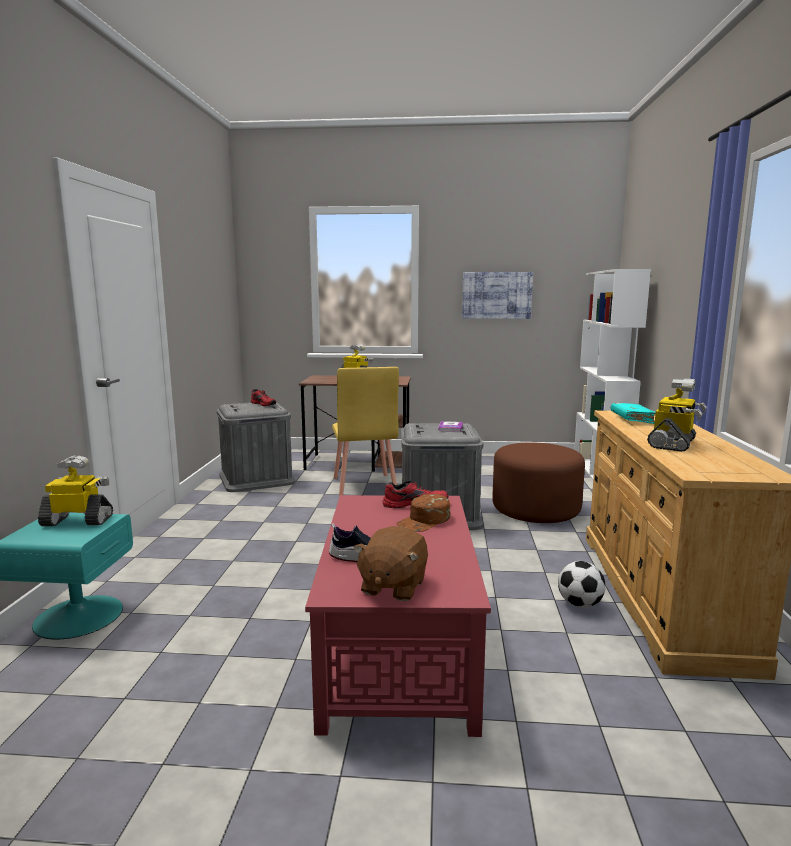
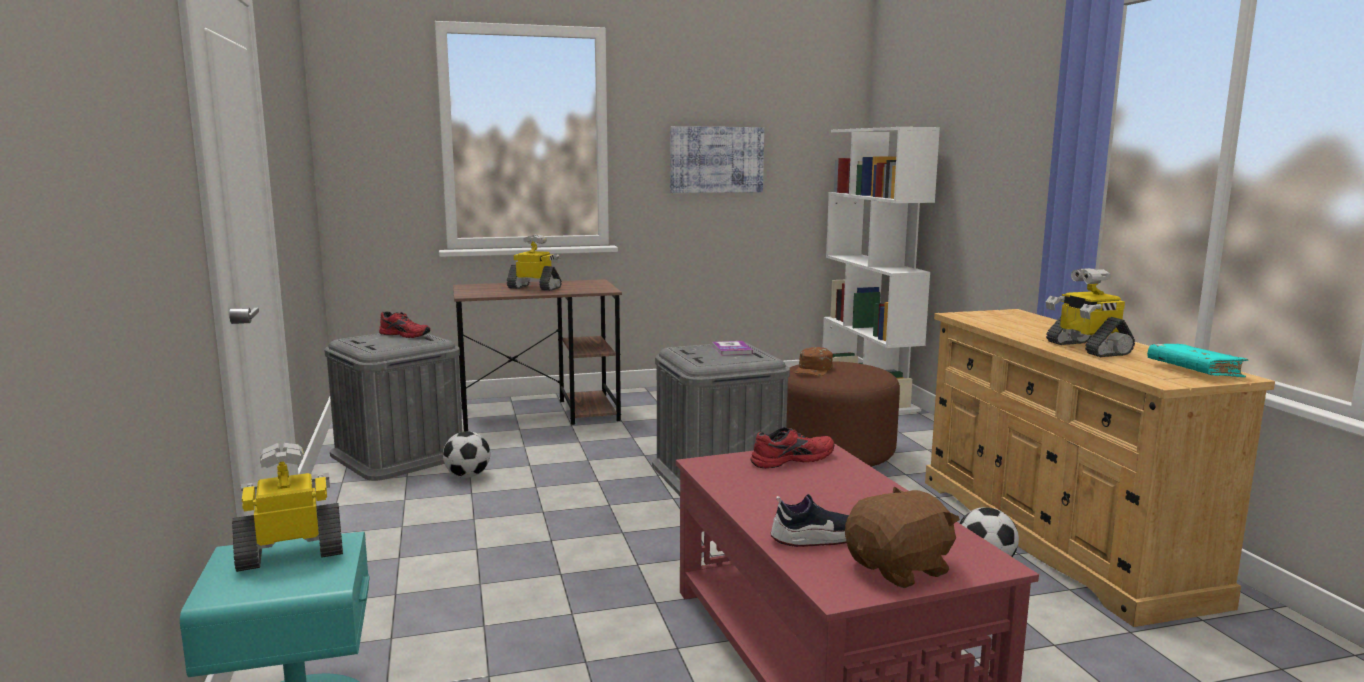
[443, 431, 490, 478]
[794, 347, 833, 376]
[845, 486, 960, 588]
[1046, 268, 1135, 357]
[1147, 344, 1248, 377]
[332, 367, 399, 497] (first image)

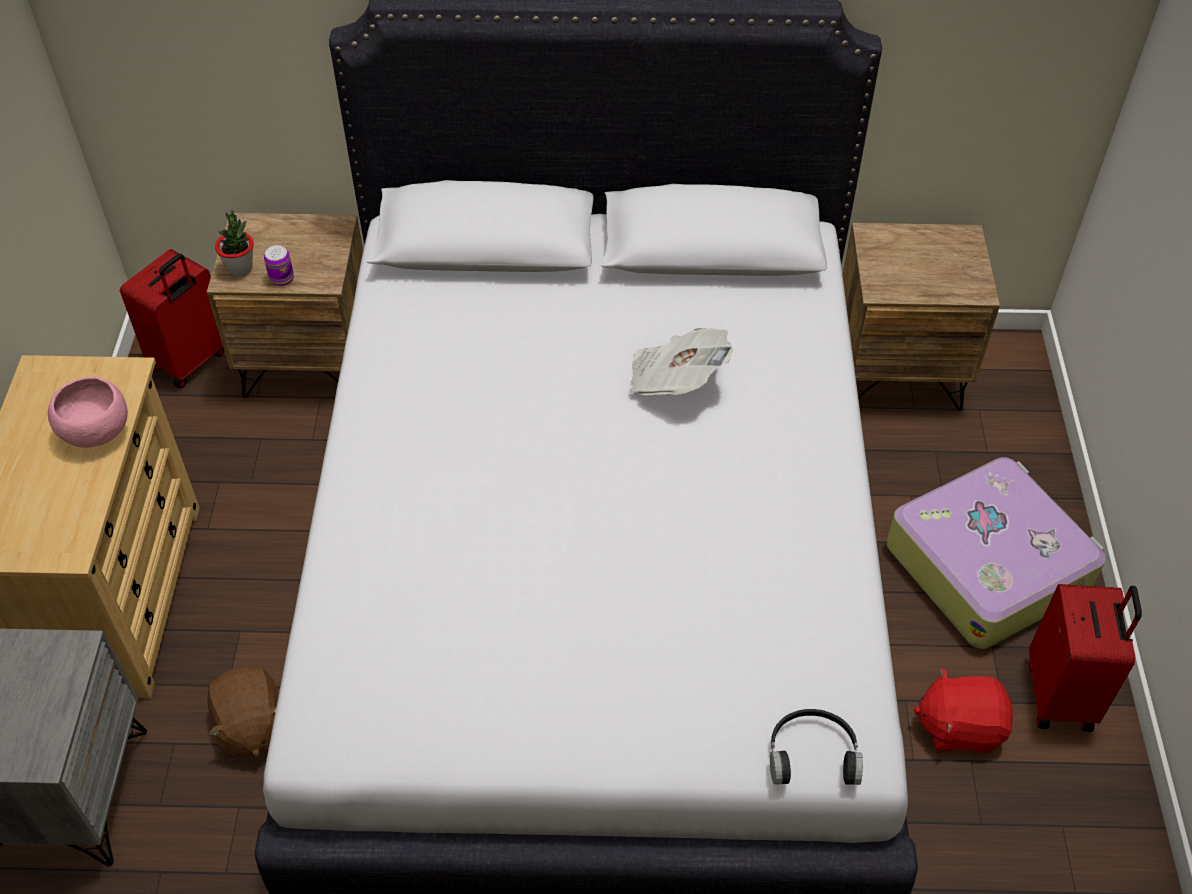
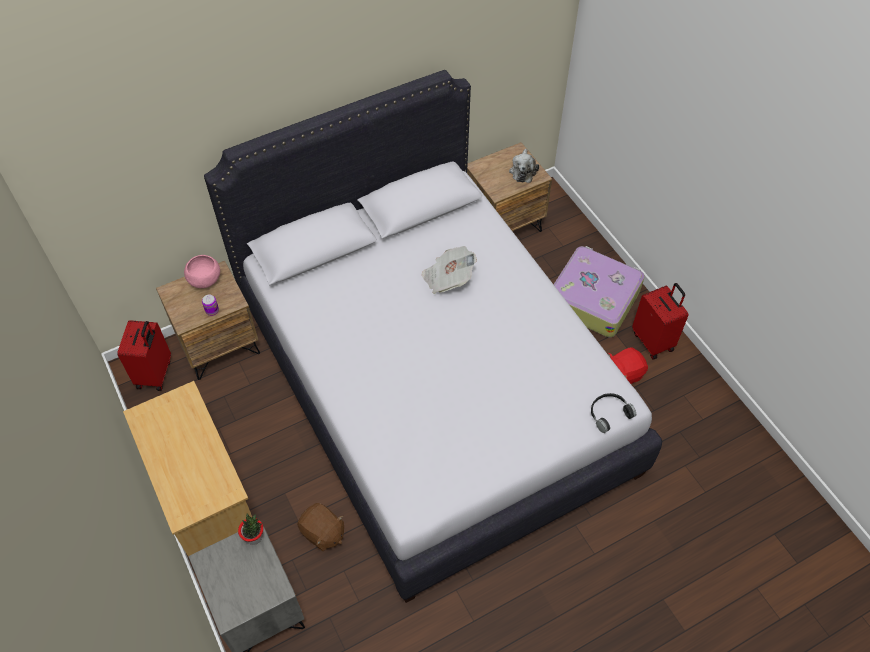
[184, 255, 220, 288]
[238, 514, 263, 545]
[509, 149, 539, 183]

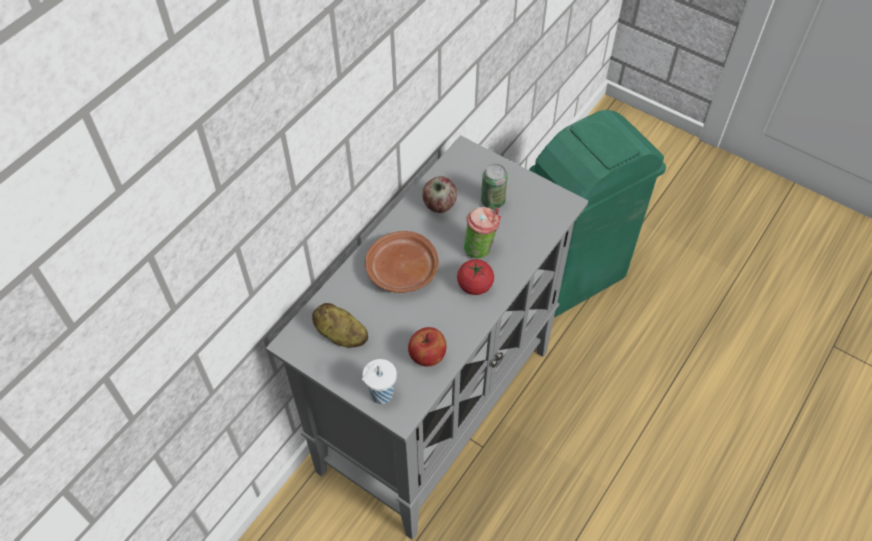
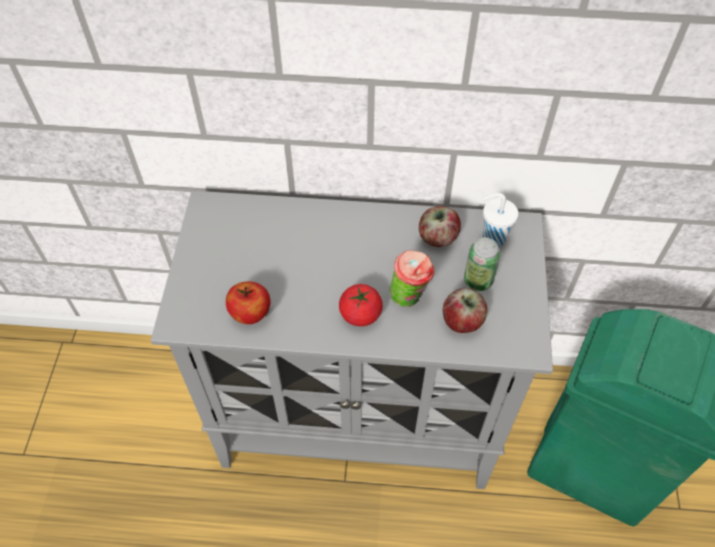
[443, 288, 487, 333]
[482, 193, 518, 248]
[312, 303, 368, 347] (first image)
[365, 231, 439, 293] (first image)

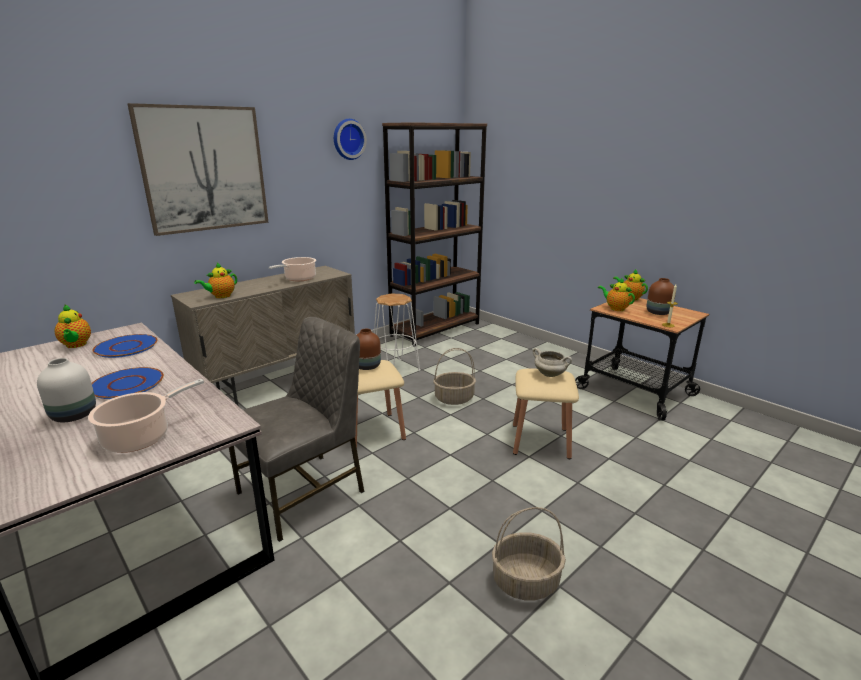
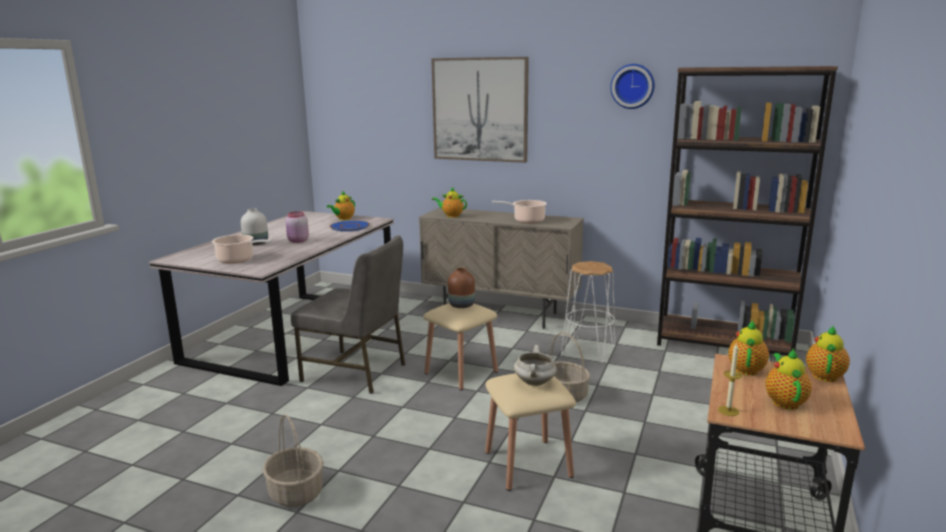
[285, 211, 309, 243]
[765, 348, 812, 410]

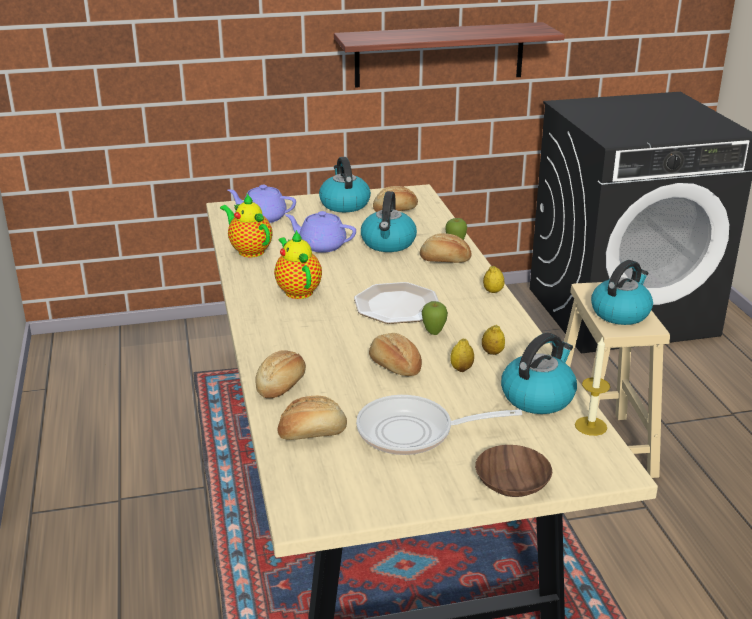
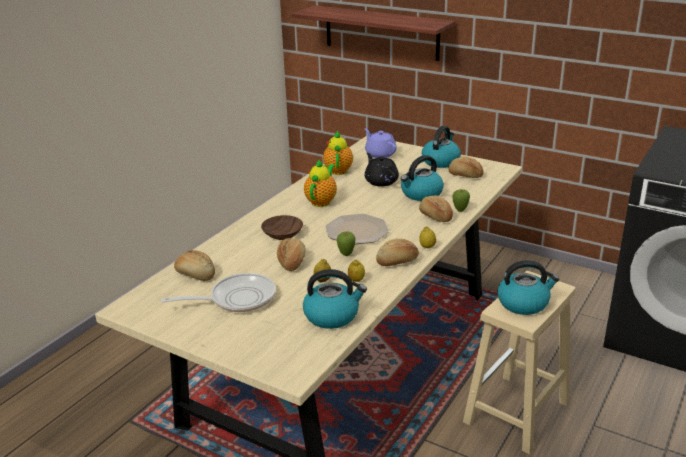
[161, 273, 276, 312]
[261, 215, 303, 240]
[292, 5, 455, 61]
[365, 153, 399, 187]
[376, 239, 419, 266]
[575, 336, 610, 436] (first image)

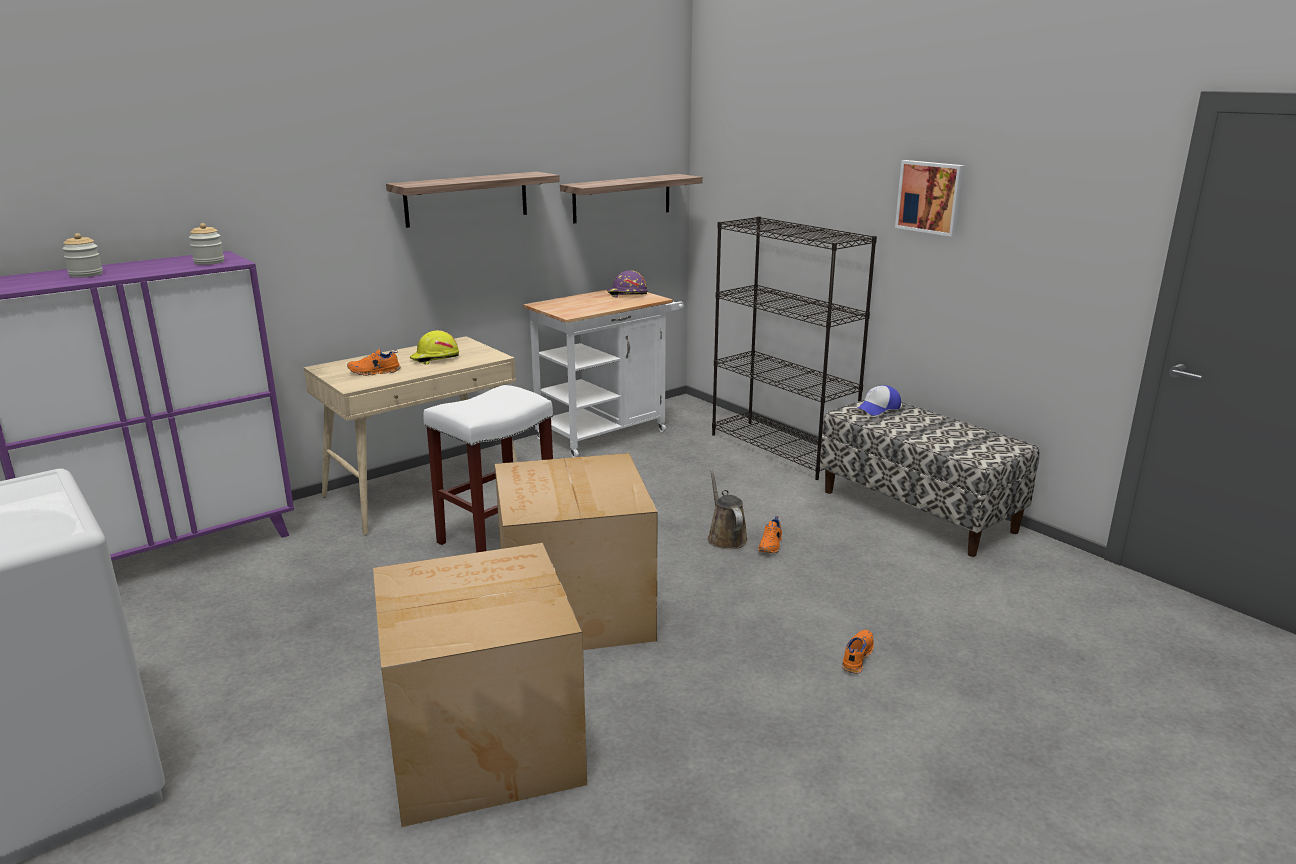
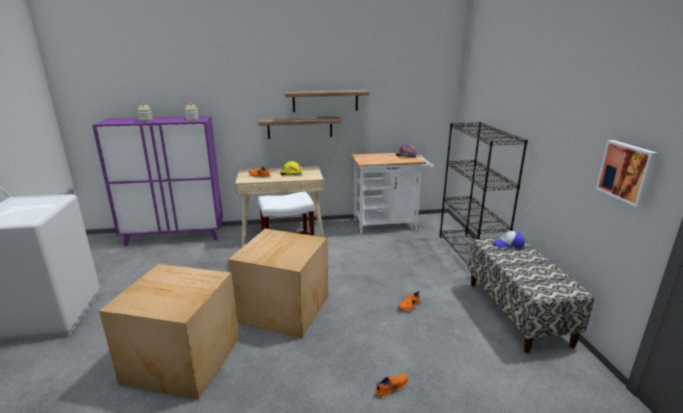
[258, 117, 342, 139]
[596, 140, 658, 207]
[707, 469, 748, 549] (first image)

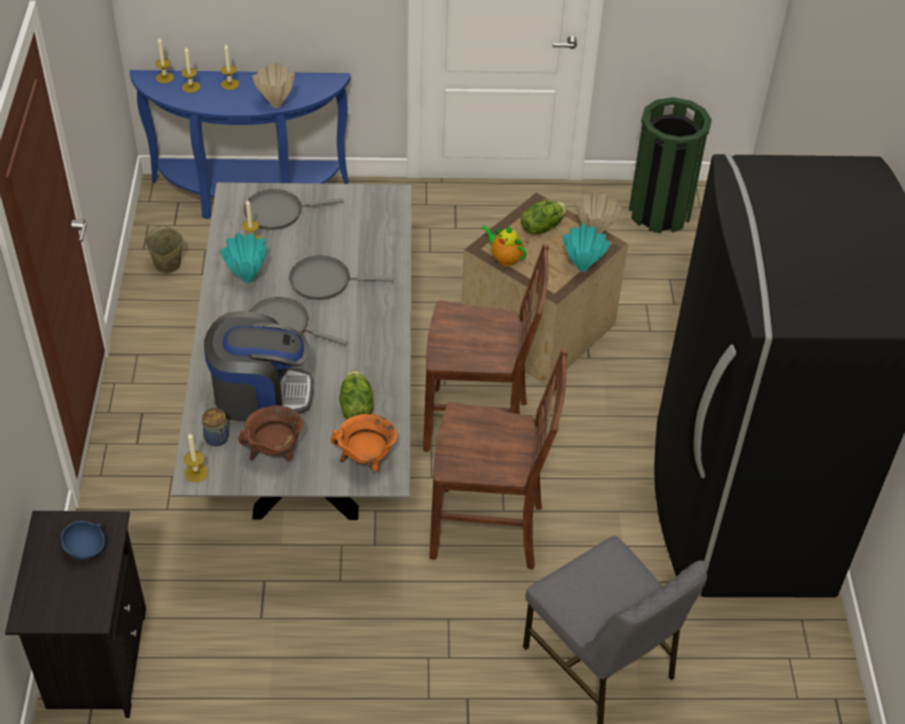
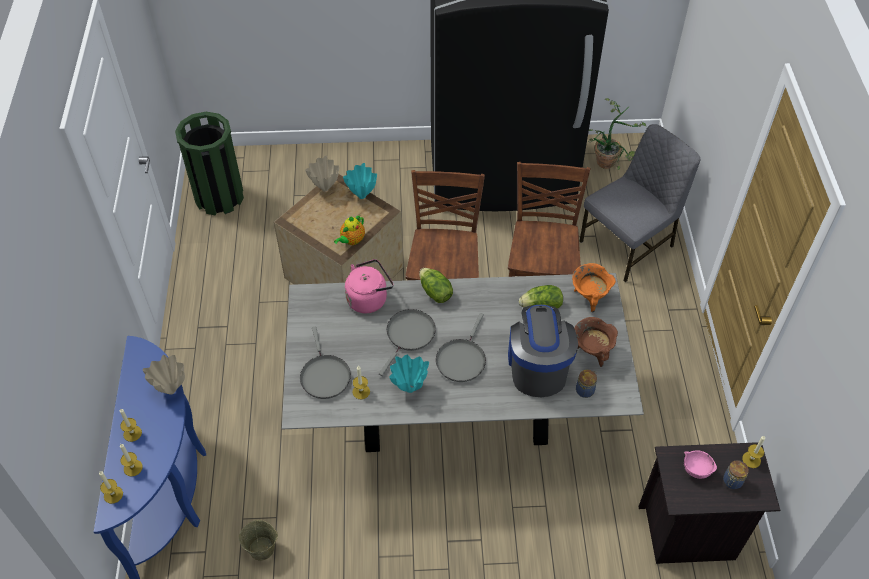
[345, 259, 394, 313]
[379, 309, 436, 376]
[419, 268, 453, 303]
[589, 98, 647, 170]
[684, 451, 717, 479]
[723, 460, 749, 489]
[742, 435, 765, 468]

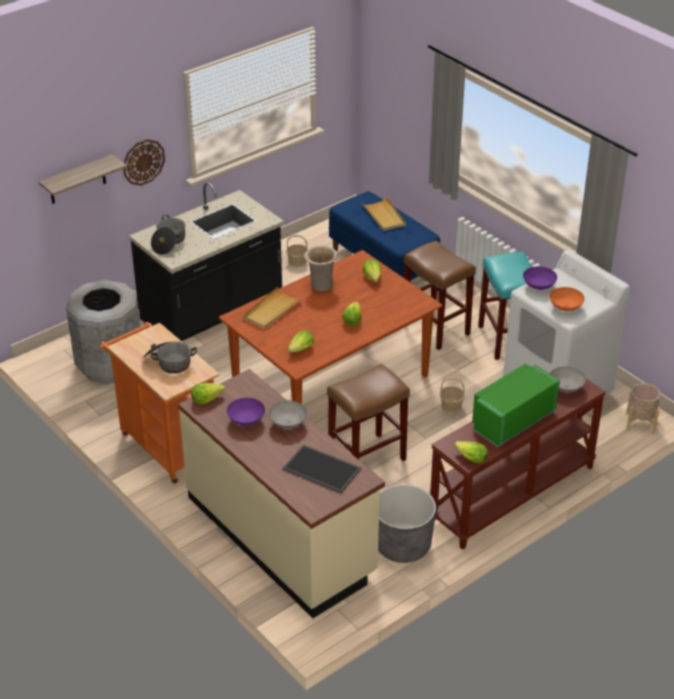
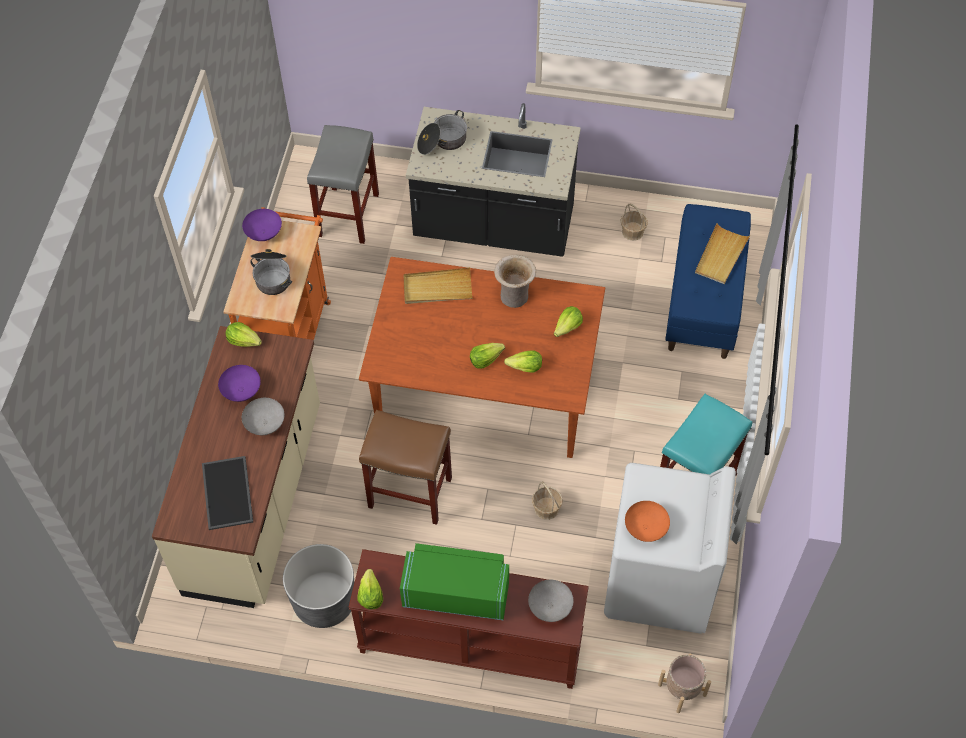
[242, 209, 282, 241]
[307, 125, 379, 244]
[504, 350, 542, 372]
[39, 154, 127, 204] (first image)
[123, 139, 165, 186] (first image)
[404, 240, 476, 350] (first image)

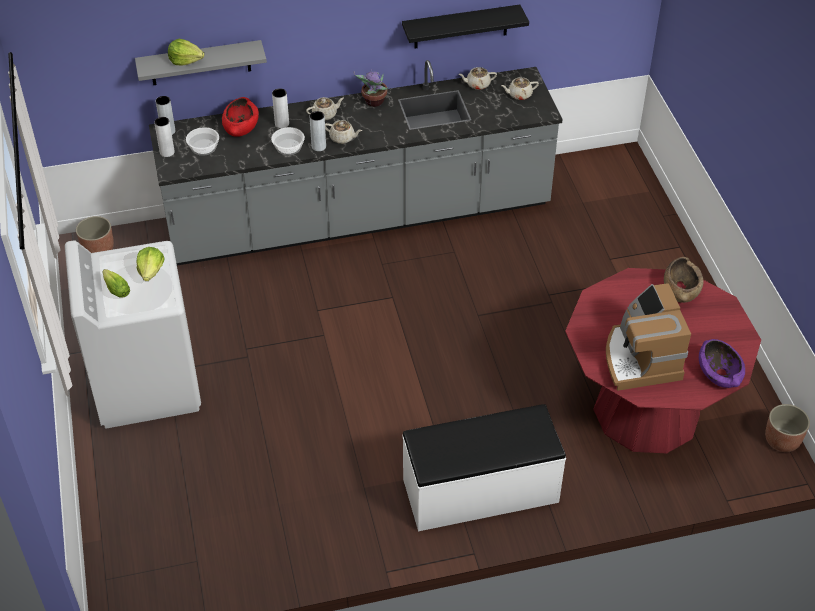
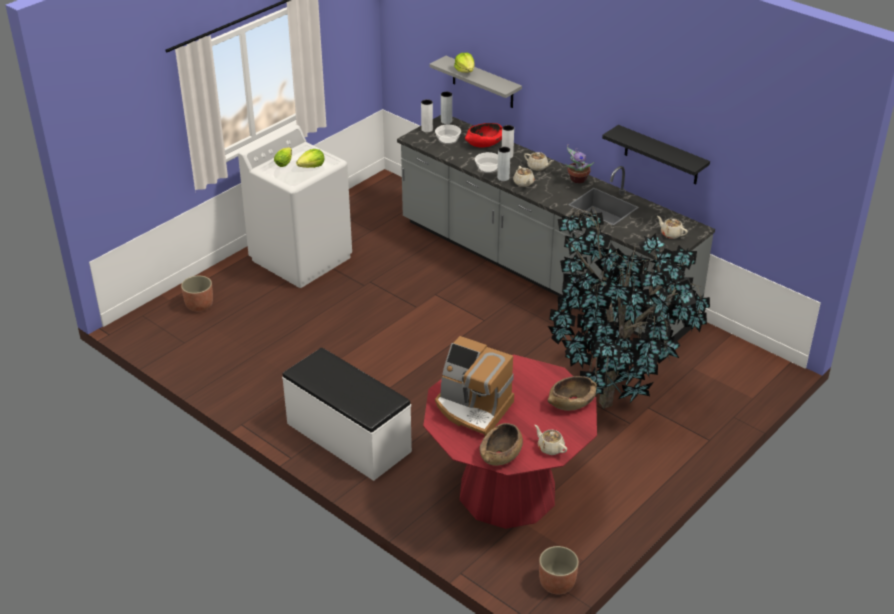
[181, 276, 213, 312]
[435, 336, 514, 437]
[480, 423, 523, 466]
[535, 425, 567, 455]
[548, 207, 710, 409]

